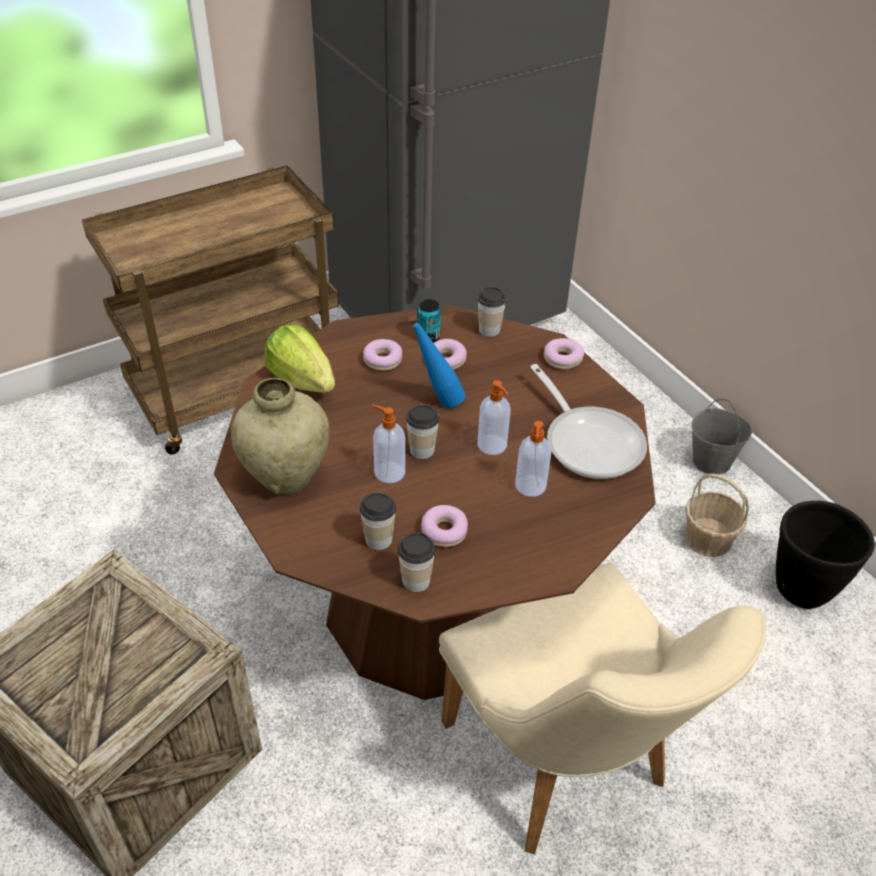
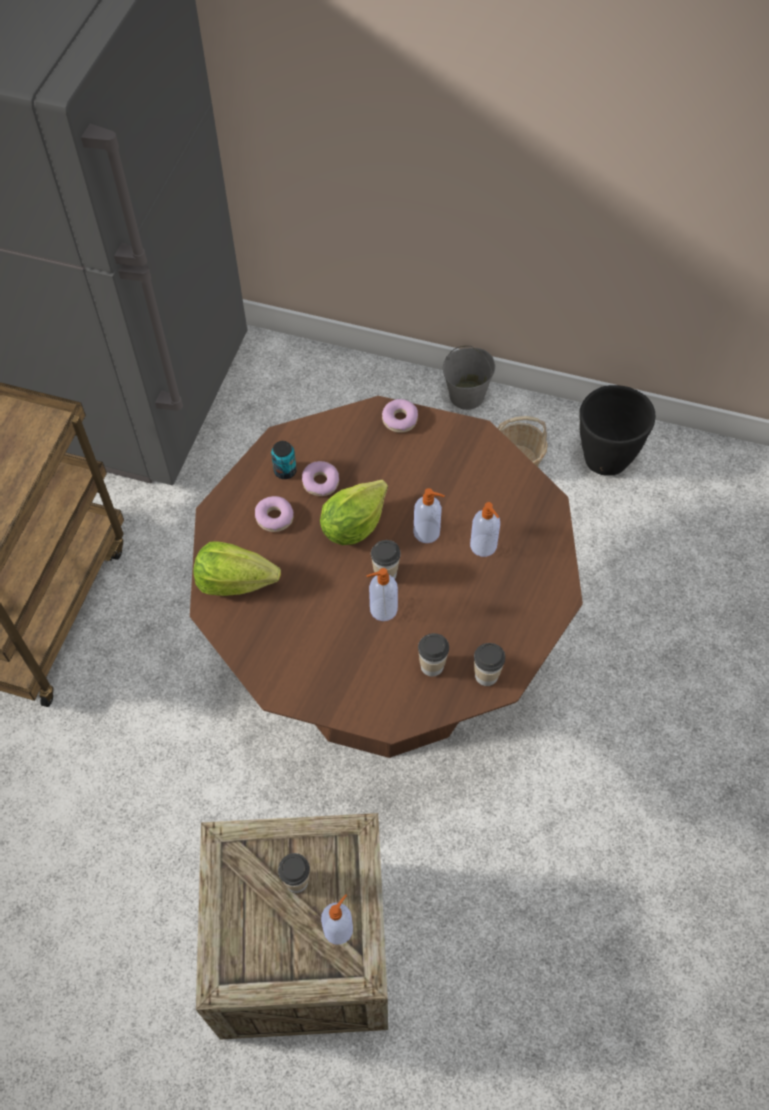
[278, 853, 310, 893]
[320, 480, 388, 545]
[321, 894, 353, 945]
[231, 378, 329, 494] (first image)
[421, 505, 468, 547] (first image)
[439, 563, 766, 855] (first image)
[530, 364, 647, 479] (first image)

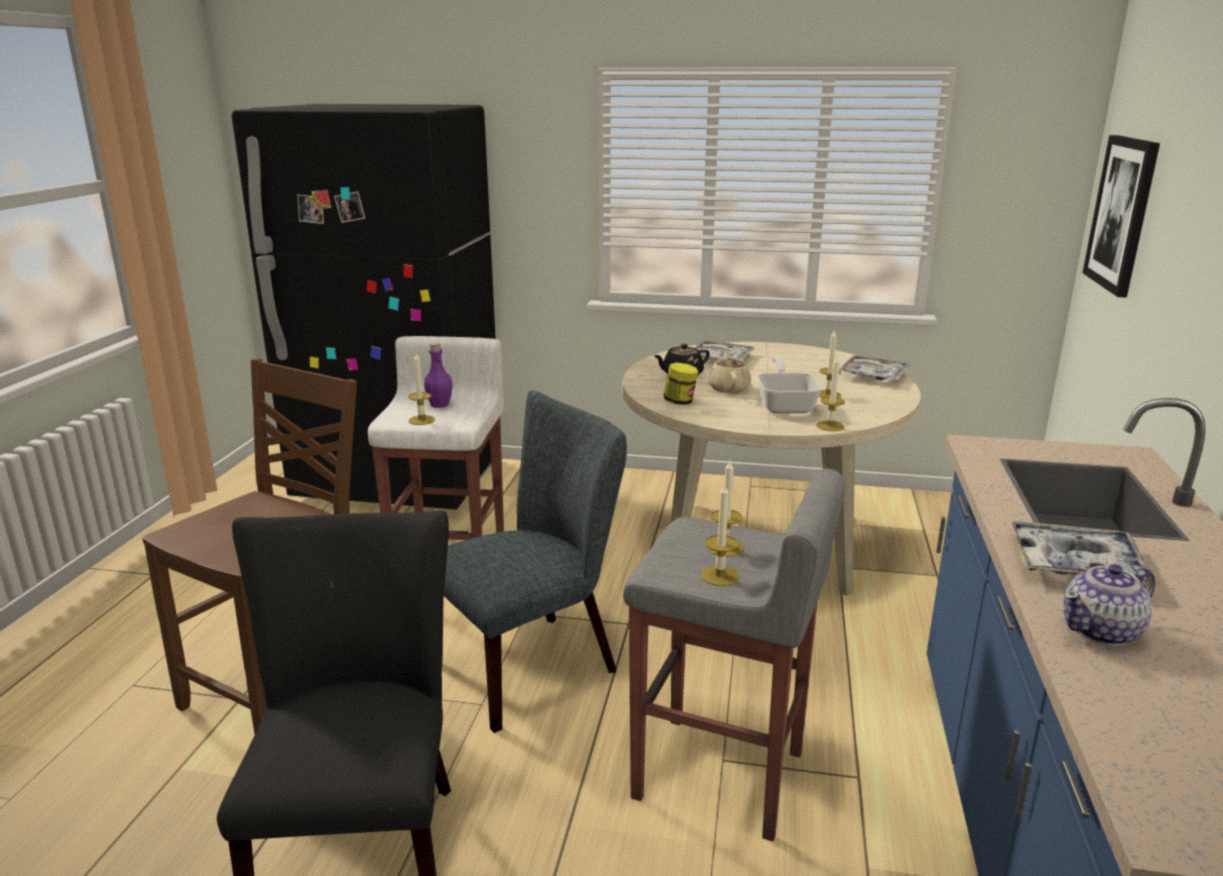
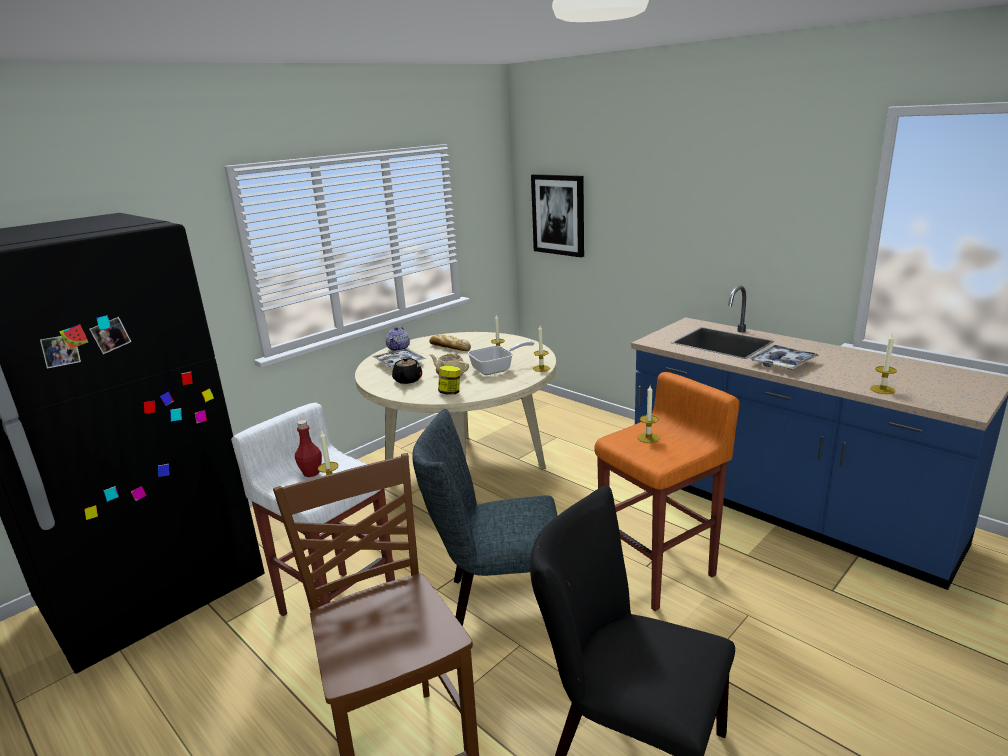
[295, 420, 322, 477]
[386, 327, 410, 351]
[412, 409, 558, 626]
[429, 334, 471, 351]
[468, 341, 534, 375]
[594, 372, 740, 611]
[870, 334, 897, 394]
[839, 355, 910, 380] (first image)

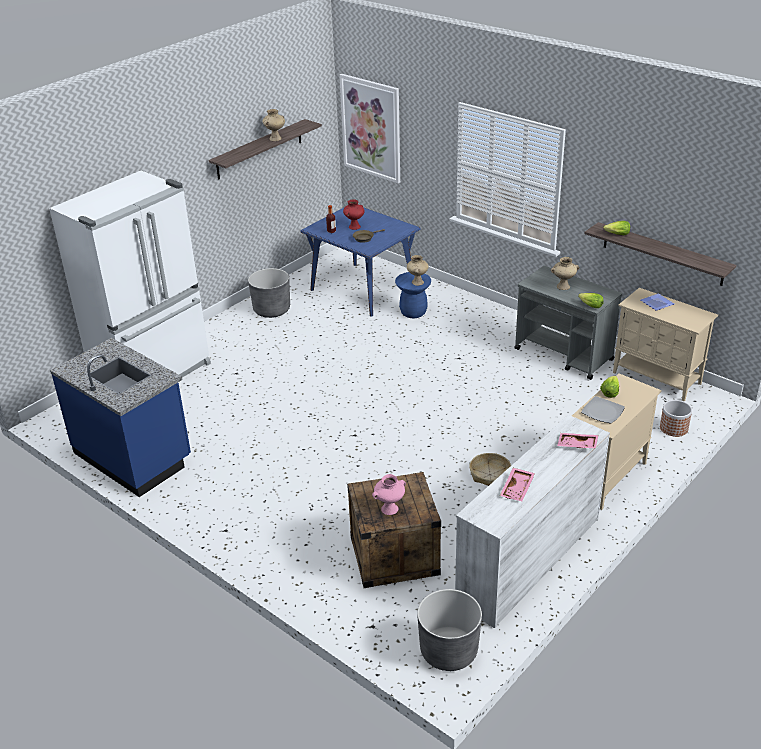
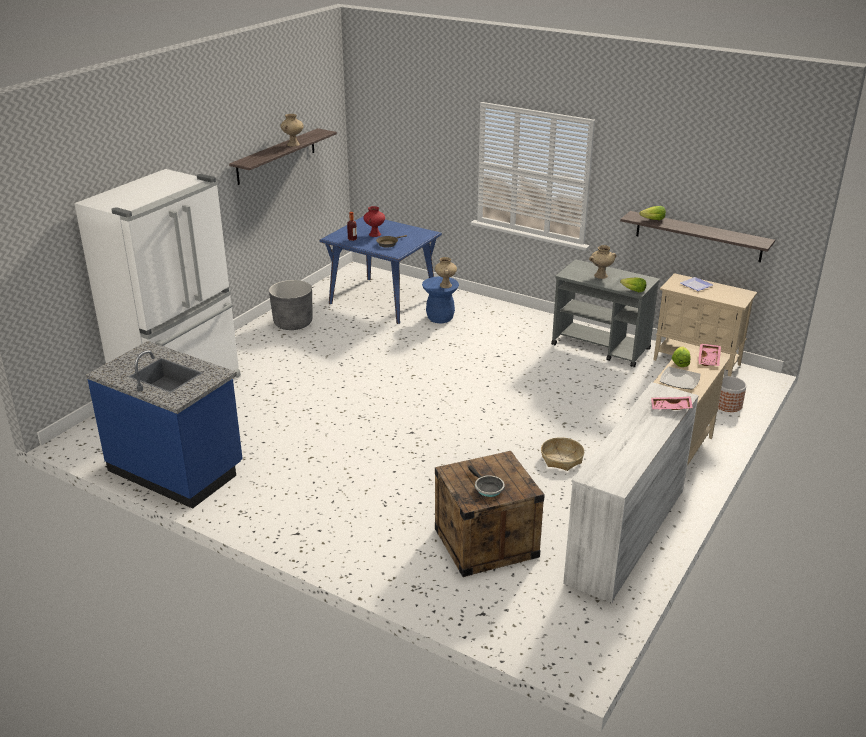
[468, 465, 505, 497]
[698, 344, 721, 366]
[339, 74, 400, 183] (first image)
[417, 589, 482, 671] (first image)

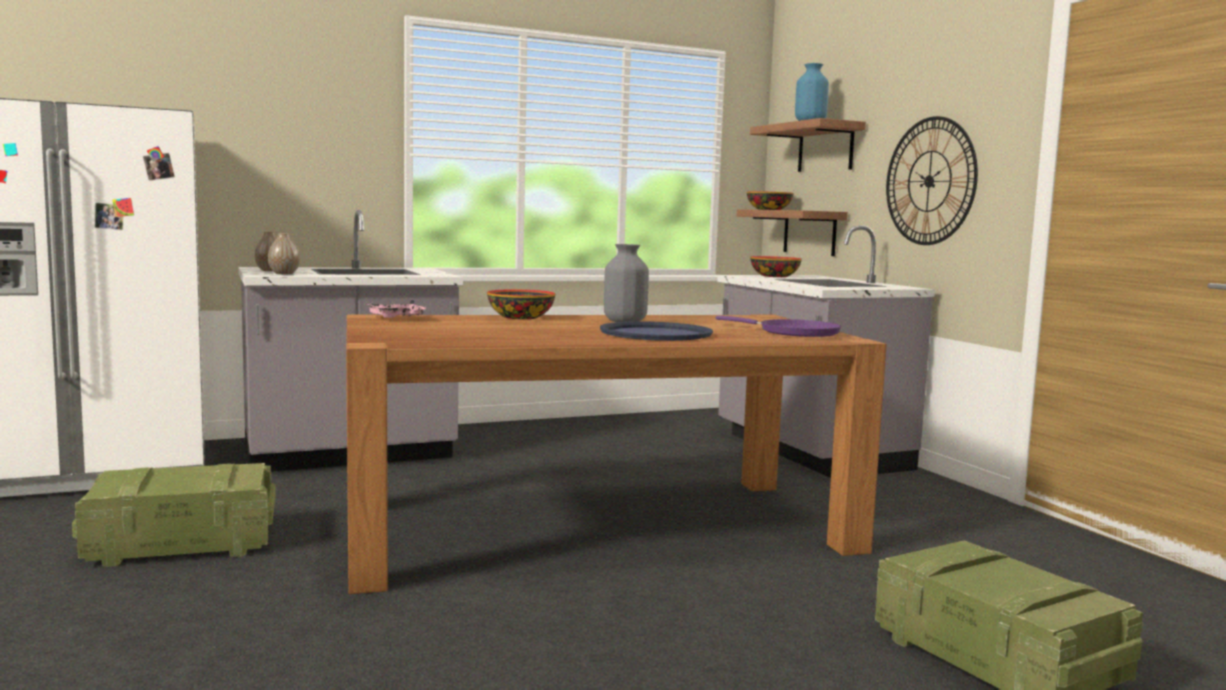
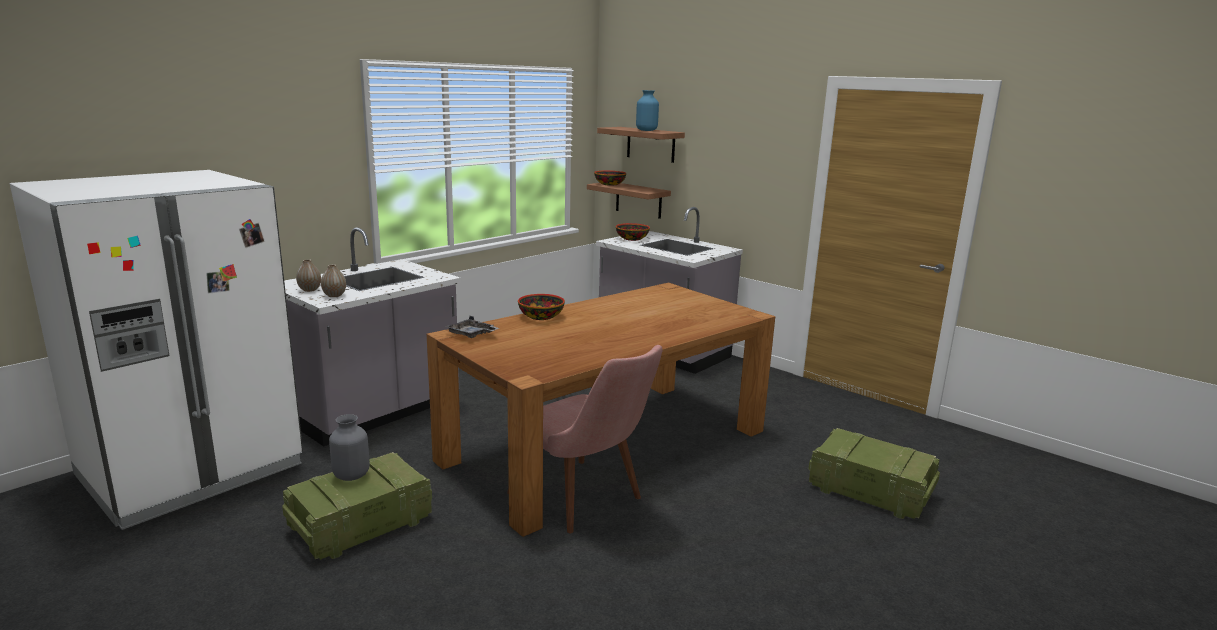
[329, 414, 370, 481]
[445, 316, 499, 338]
[507, 345, 663, 534]
[600, 321, 713, 341] (first image)
[716, 316, 841, 337] (first image)
[886, 116, 978, 245] (first image)

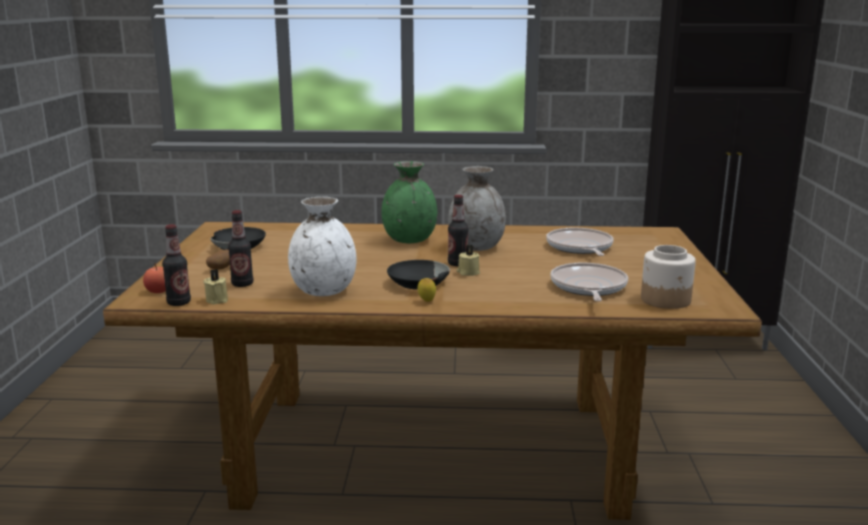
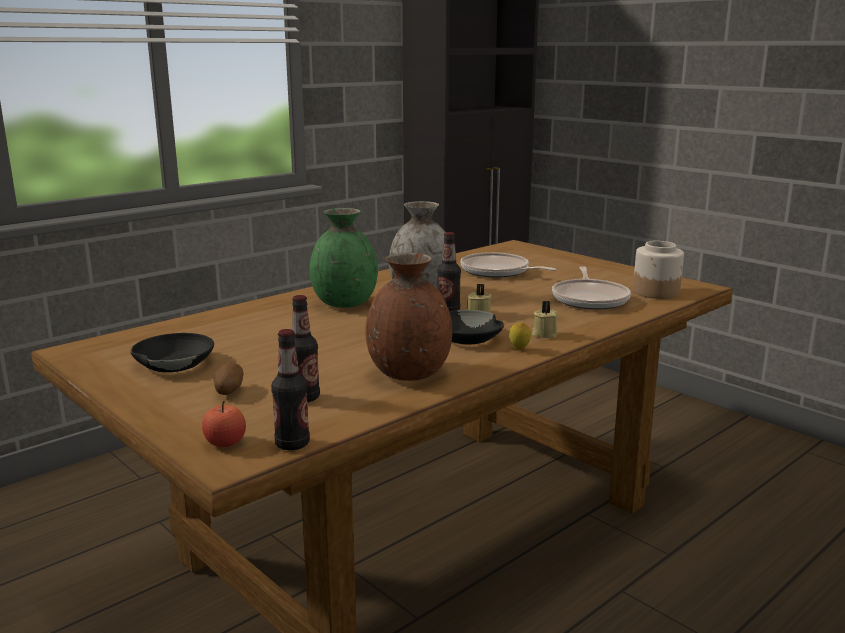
[365, 253, 452, 381]
[532, 300, 558, 338]
[552, 266, 631, 309]

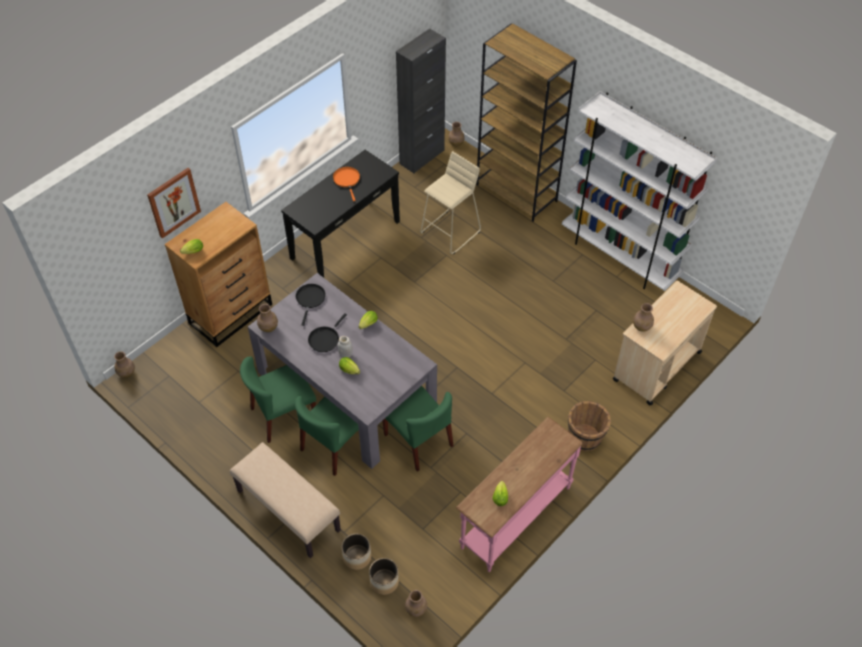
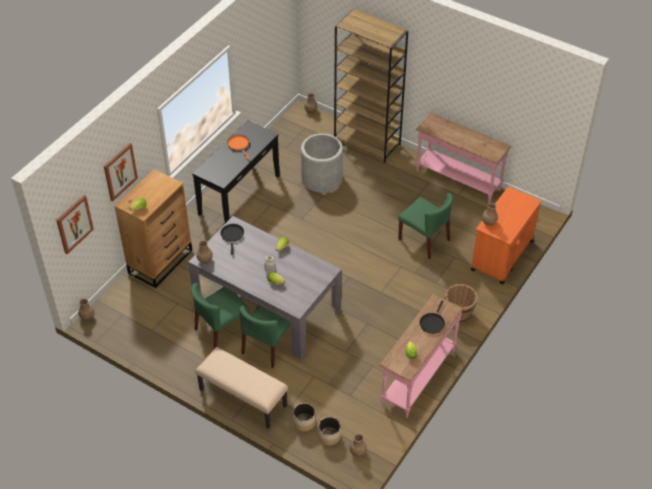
[56, 195, 94, 254]
[301, 133, 343, 193]
[398, 193, 453, 259]
[416, 113, 511, 203]
[420, 300, 445, 334]
[471, 186, 541, 284]
[396, 29, 446, 173] (first image)

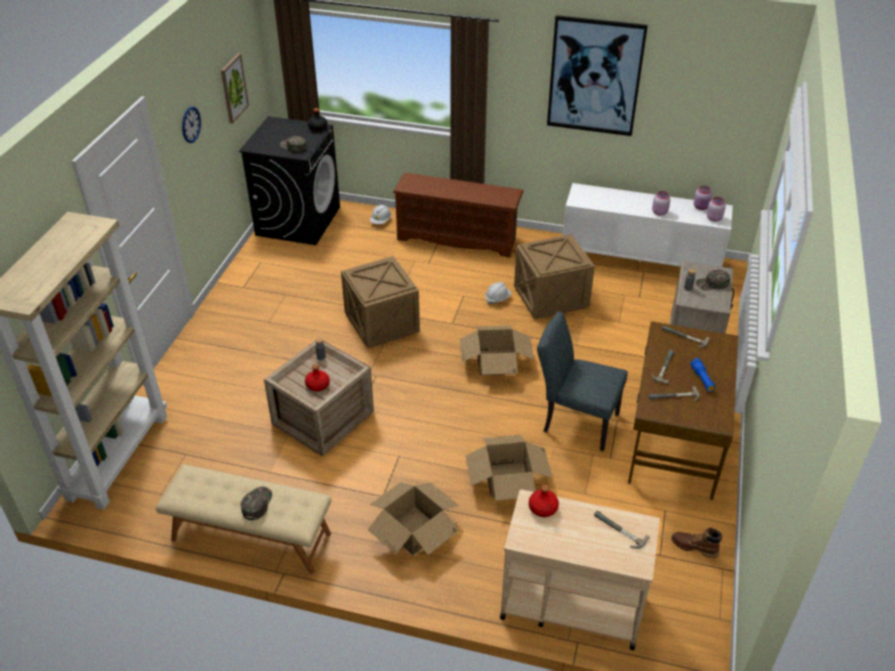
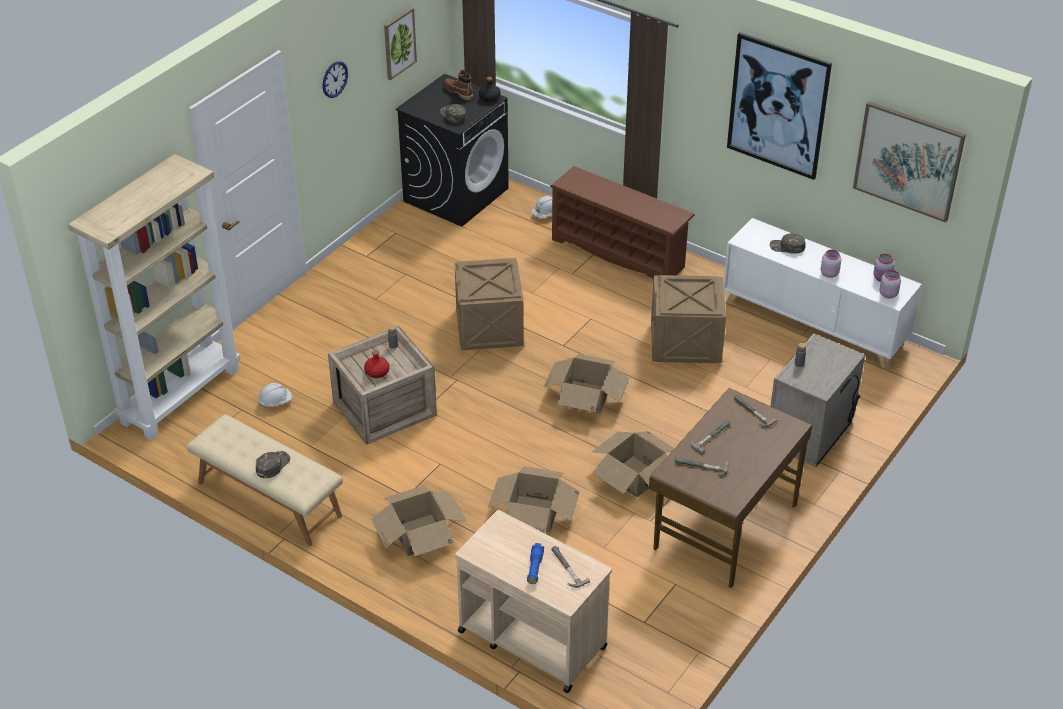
[258, 383, 292, 407]
[443, 70, 473, 100]
[527, 543, 544, 584]
[592, 431, 674, 497]
[770, 233, 806, 254]
[853, 101, 966, 223]
[529, 485, 559, 517] (first image)

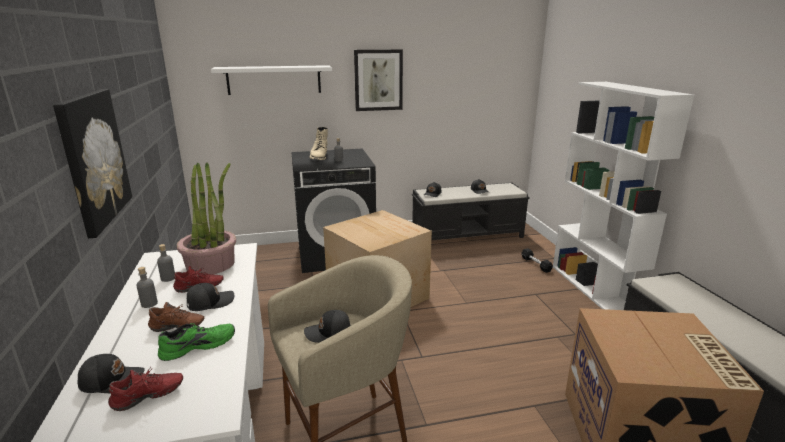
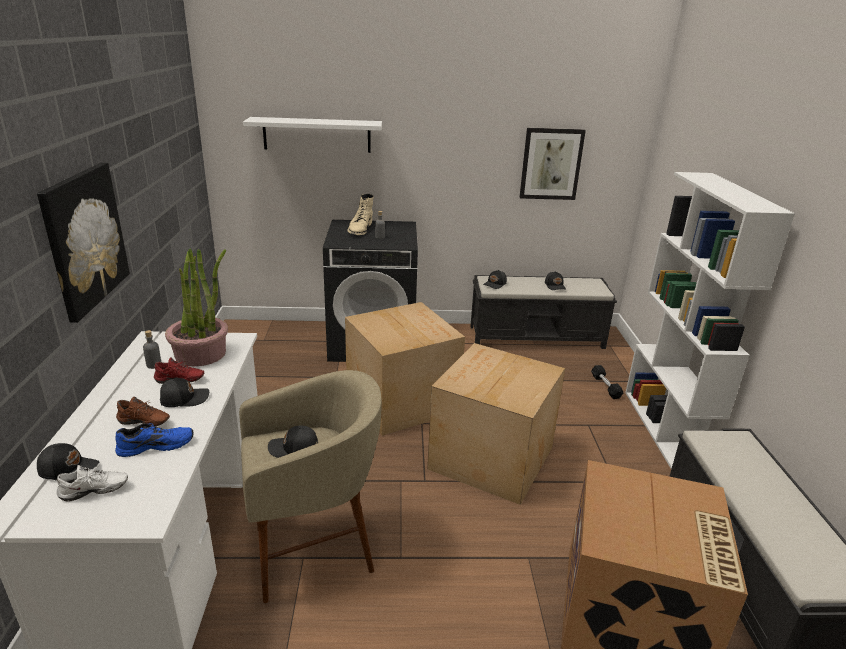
[57, 464, 128, 501]
[115, 423, 194, 457]
[427, 343, 565, 505]
[519, 128, 586, 200]
[136, 267, 158, 308] (first image)

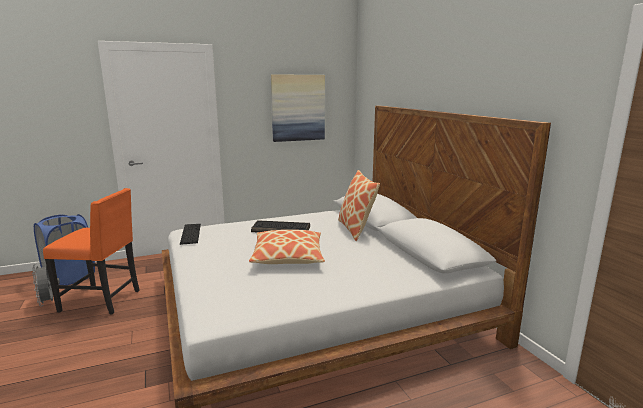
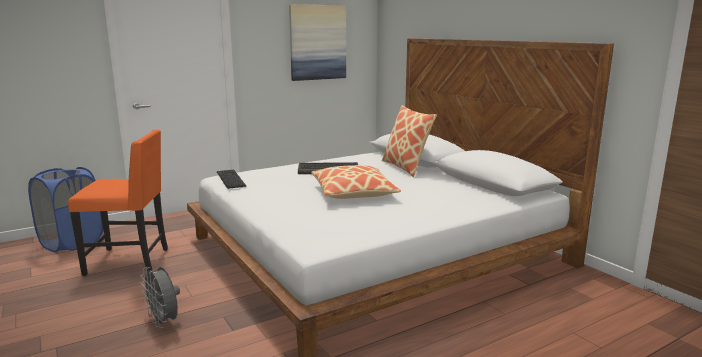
[140, 267, 180, 328]

